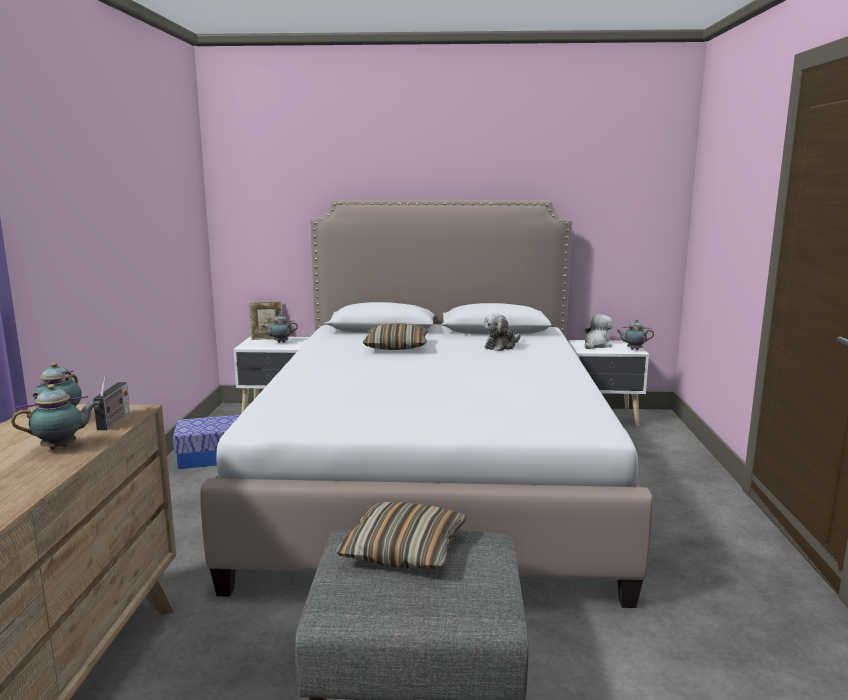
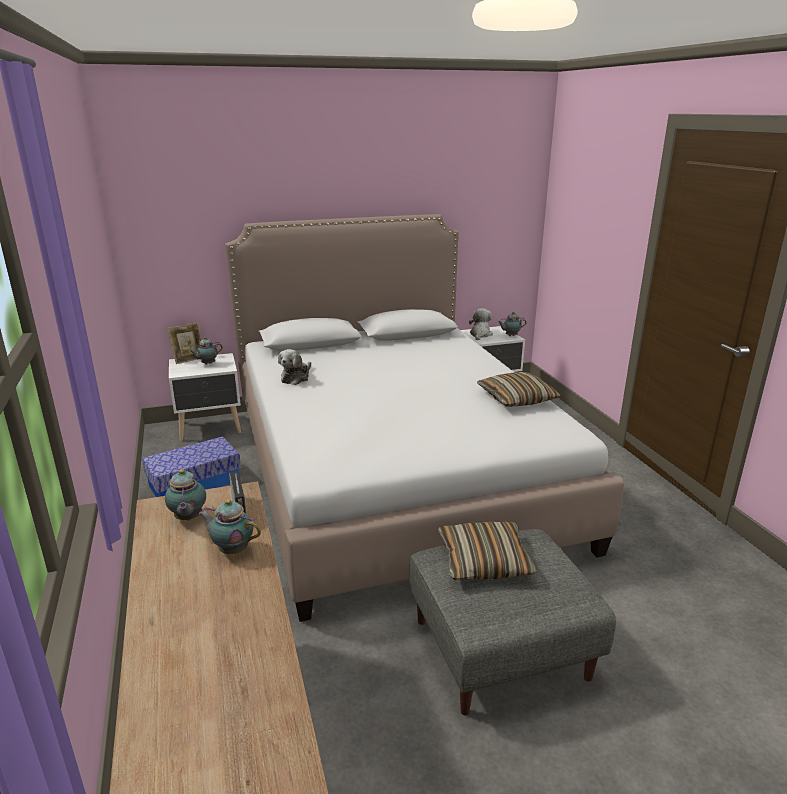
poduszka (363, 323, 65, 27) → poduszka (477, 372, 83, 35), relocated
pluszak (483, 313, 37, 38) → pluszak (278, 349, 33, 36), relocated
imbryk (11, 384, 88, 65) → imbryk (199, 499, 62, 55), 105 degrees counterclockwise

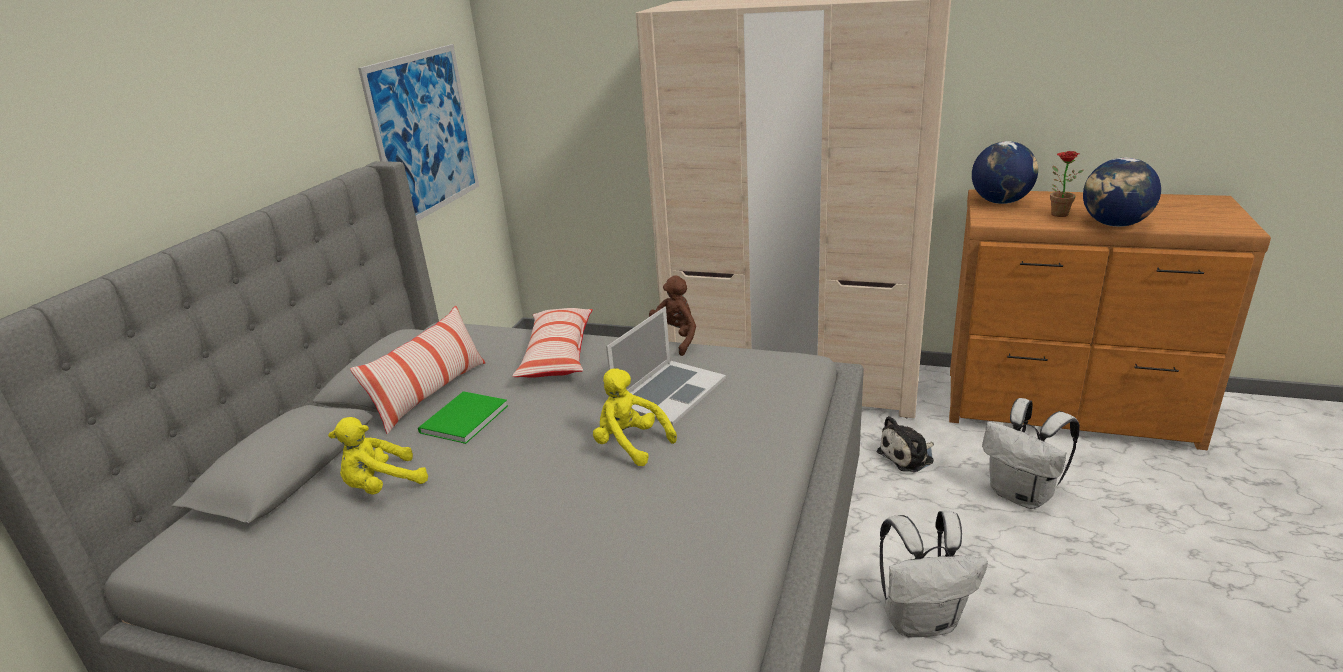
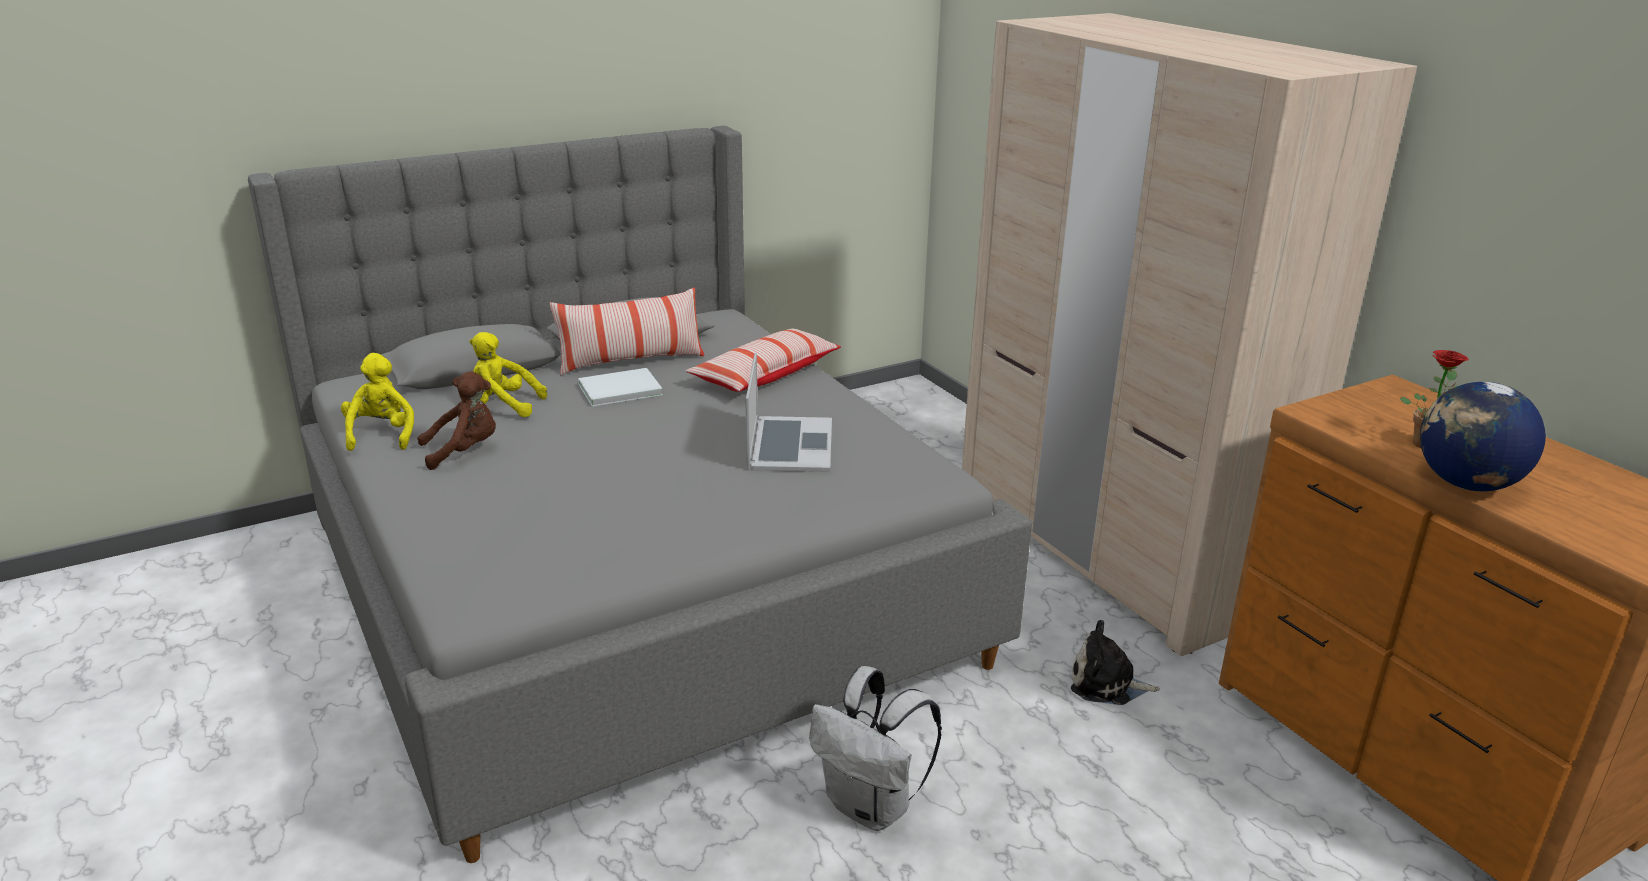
obraz (358, 44, 121, 177) → -
globus (972, 141, 66, 63) → -
plecak [biały] (982, 398, 98, 111) → -
pluszak [żółty] (593, 368, 84, 98) → pluszak [żółty] (341, 353, 73, 98), relocated
pluszak [brązowy] (649, 275, 47, 81) → pluszak [brązowy] (417, 371, 79, 99), relocated
książka [zielony] (418, 391, 90, 53) → książka [biały] (578, 368, 85, 39)
laptop (606, 306, 120, 120) → laptop (745, 353, 87, 119), 75 degrees counterclockwise

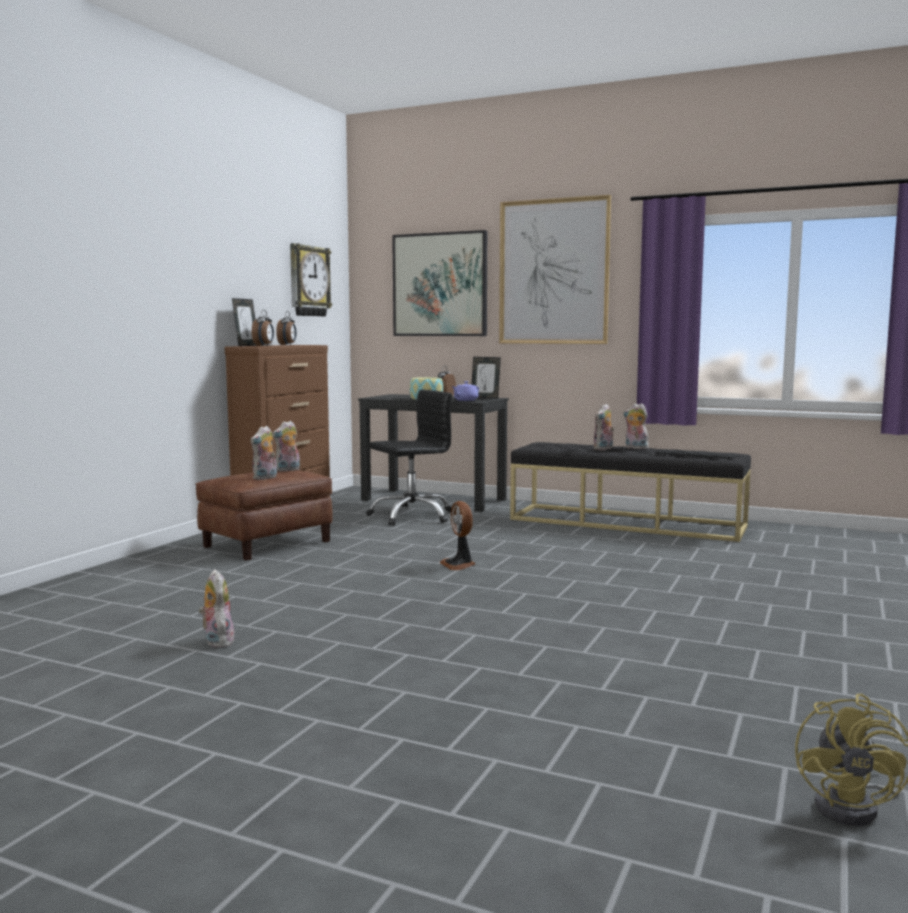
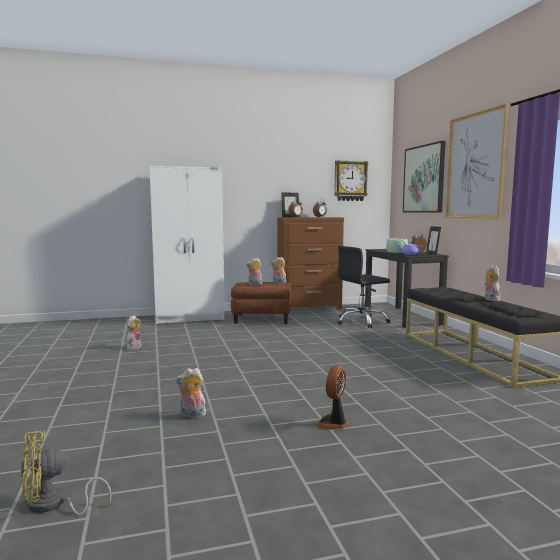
- → szafa [biały] (150, 166, 75, 158)
wentylator (439, 501, 36, 69) → wentylator (315, 365, 34, 64), relocated
pluszak (594, 404, 20, 46) → pluszak (175, 368, 31, 50), relocated
krzesło biurowe [czarny] (366, 390, 86, 135) → krzesło biurowe [czarny] (337, 246, 53, 82), 135 degrees clockwise

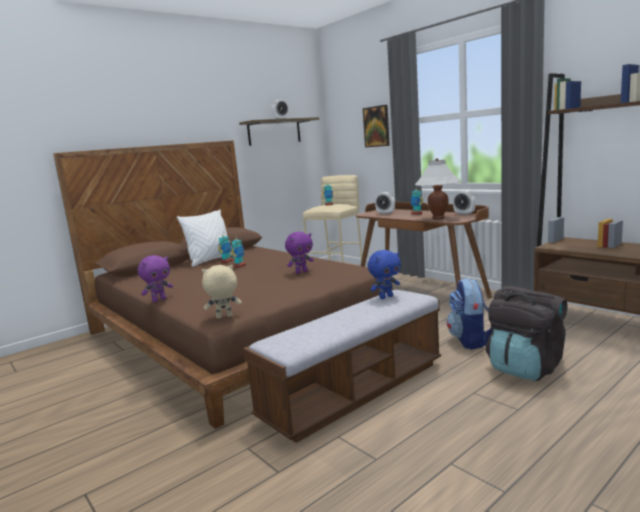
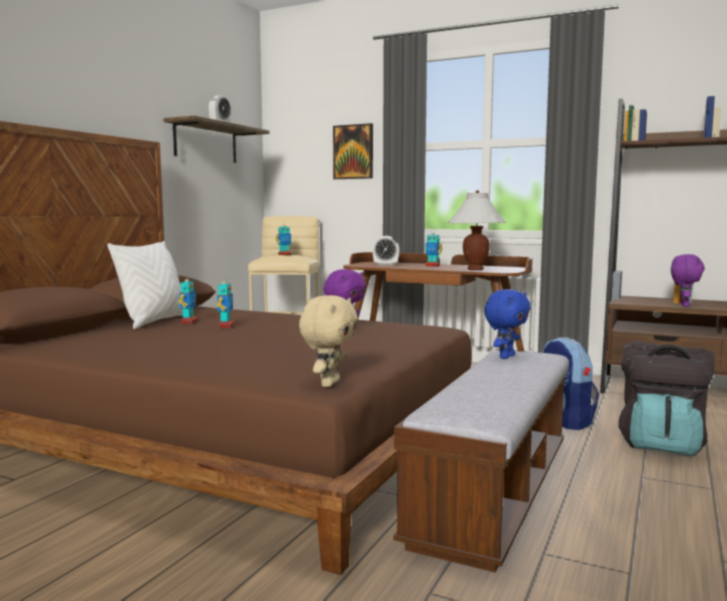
budzik (453, 190, 23, 25) → -
pluszak [fioletowy] (138, 255, 35, 47) → pluszak [fioletowy] (671, 254, 34, 53), relocated
pluszak [beżowy] (202, 265, 40, 54) → pluszak [beżowy] (299, 295, 59, 92), 150 degrees clockwise

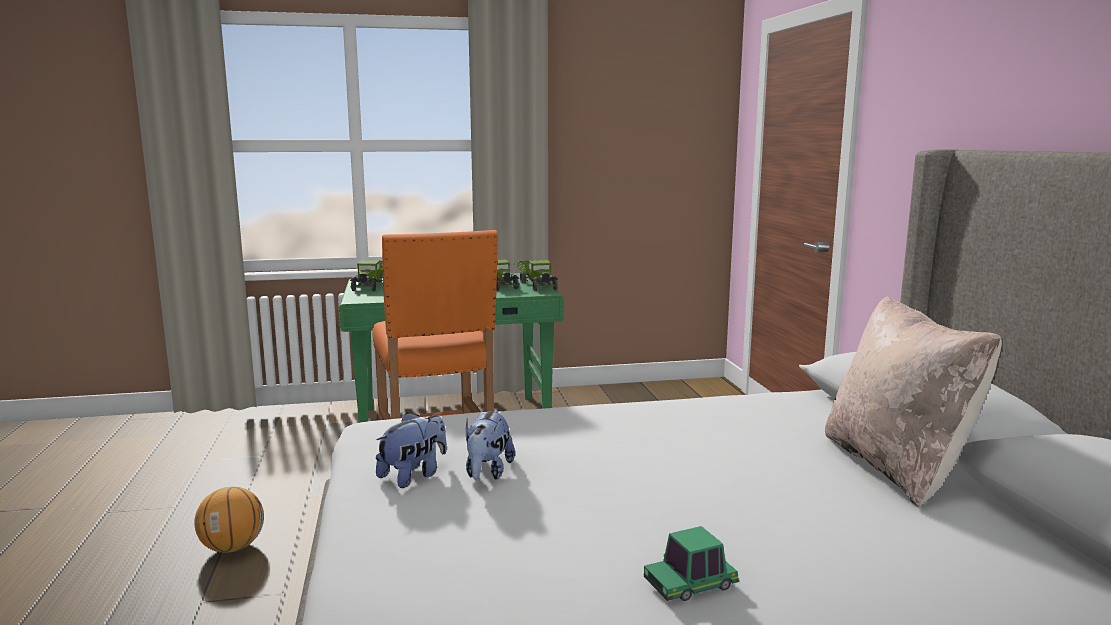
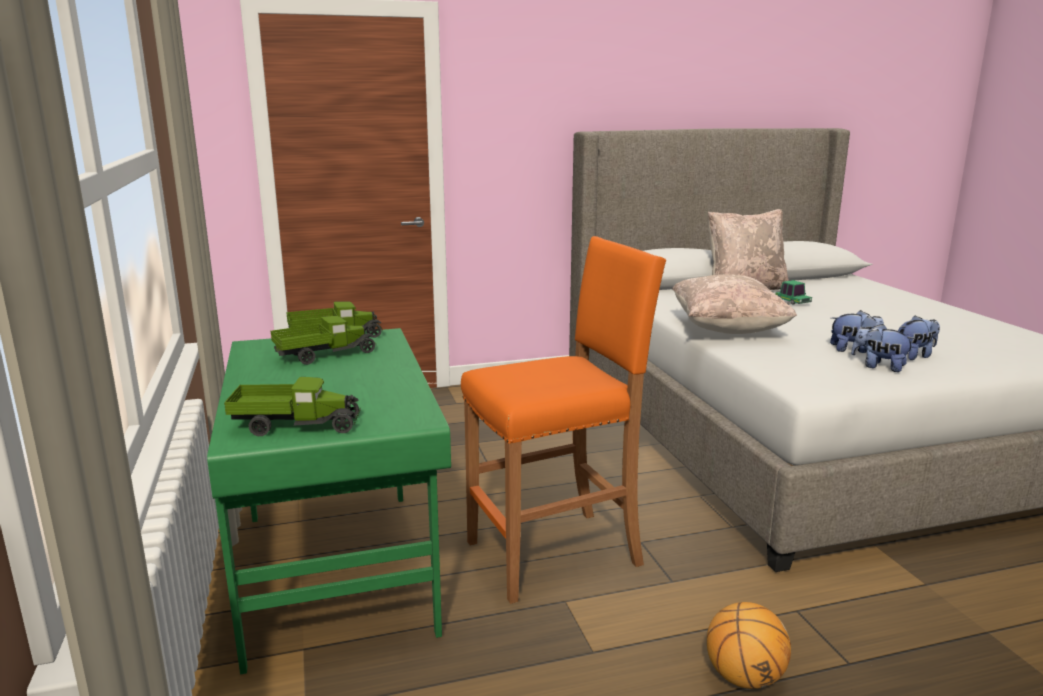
- → poduszka [beżowy] (672, 274, 125, 60)
- → pluszak (898, 315, 42, 45)
samochodzik (644, 526, 95, 75) → samochodzik (775, 280, 37, 25), relocated

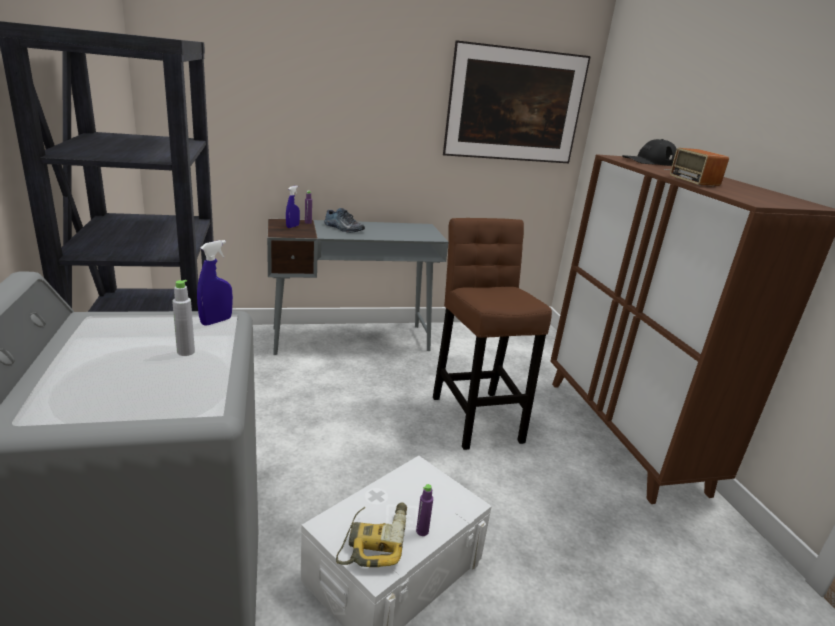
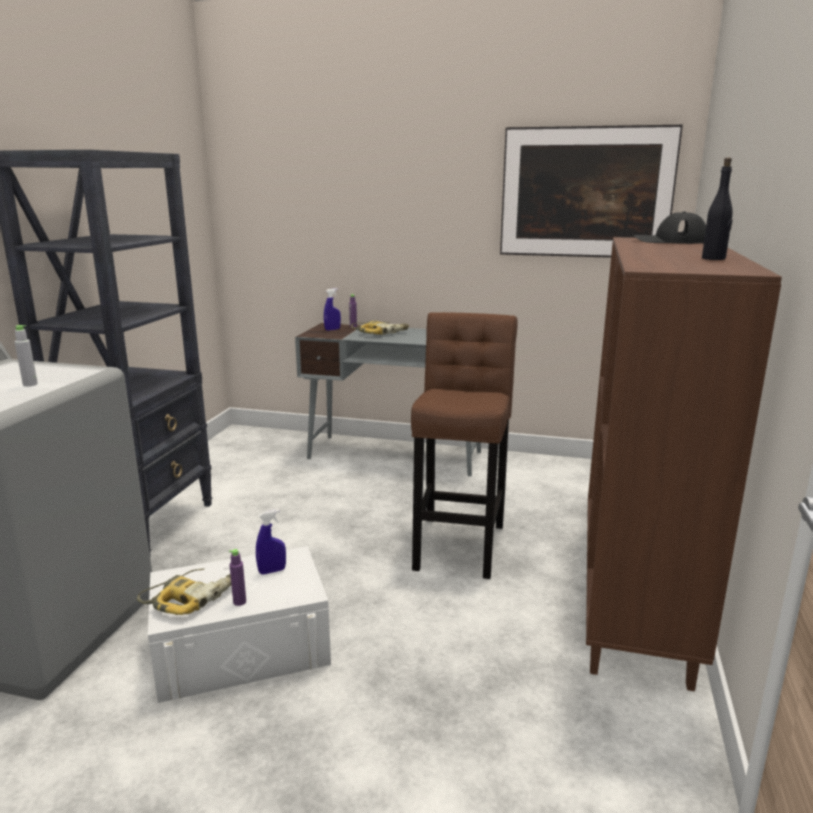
radio (664, 148, 65, 38) → -
- → butelka [czarny] (702, 158, 31, 102)
spryskiwacz [niebieski] (197, 240, 36, 86) → spryskiwacz [niebieski] (256, 509, 30, 65), relocated
but (324, 208, 41, 25) → wiertarka (351, 320, 58, 15)

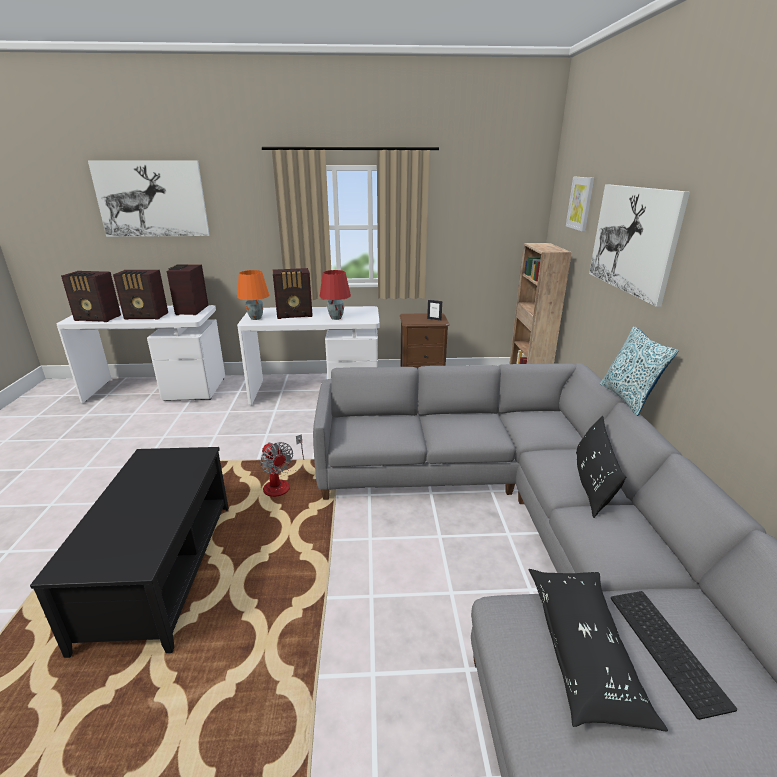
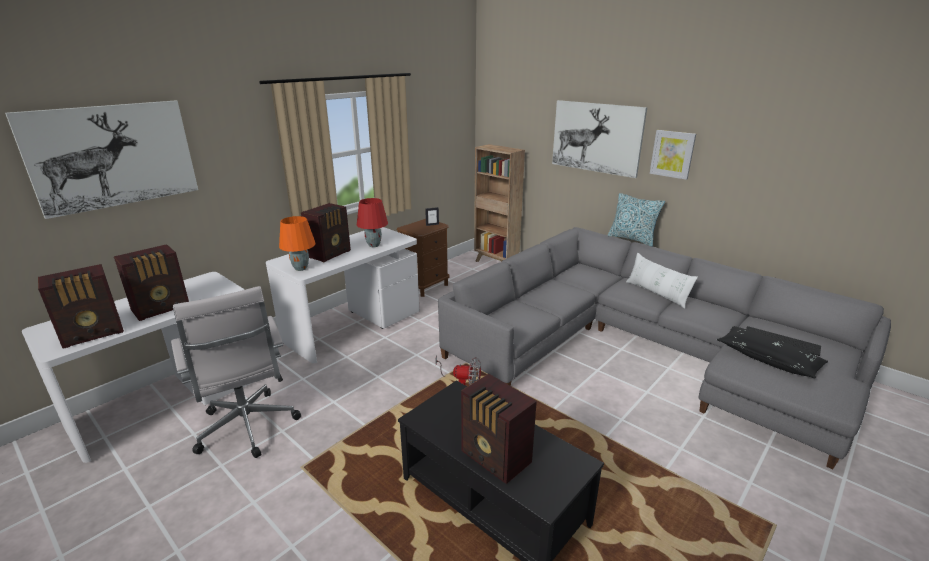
- → krzesło biurowe [biały] (171, 286, 130, 172)
radio (167, 264, 41, 51) → radio (461, 374, 76, 110), relocated
obraz (566, 177, 28, 55) → obraz (650, 130, 46, 50), relocated
poduszka [czarny] (576, 416, 50, 102) → poduszka [biały] (626, 253, 72, 56)

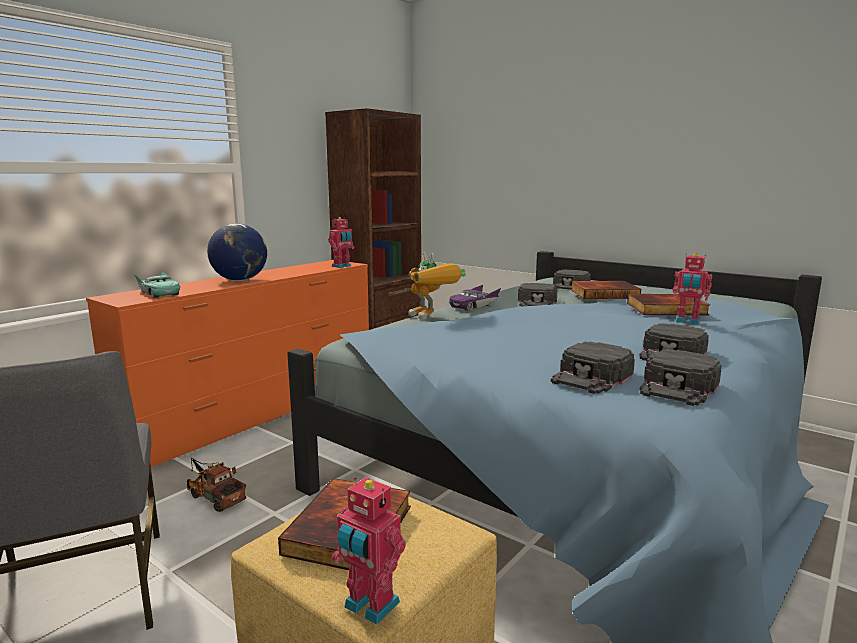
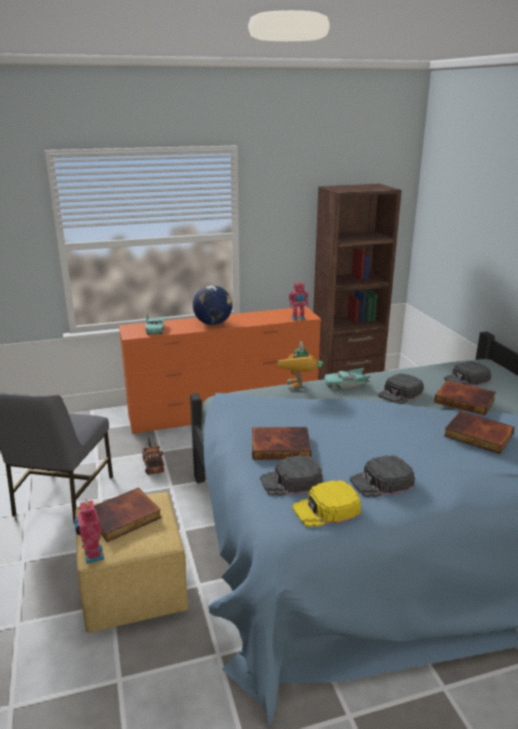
robot zabawkowy (673, 253, 39, 71) → -
- → książka (252, 427, 59, 33)
samochodzik [fioletowy] (449, 285, 52, 26) → samochodzik [turkusowy] (324, 368, 46, 22)
czapka z daszkiem [czarny] (640, 349, 82, 57) → czapka z daszkiem [żółty] (292, 480, 69, 47)

